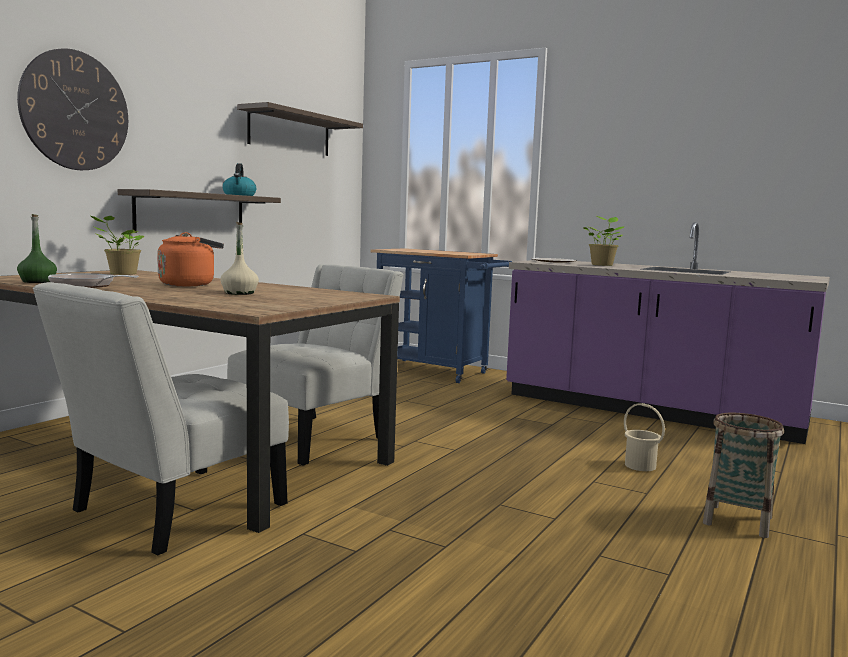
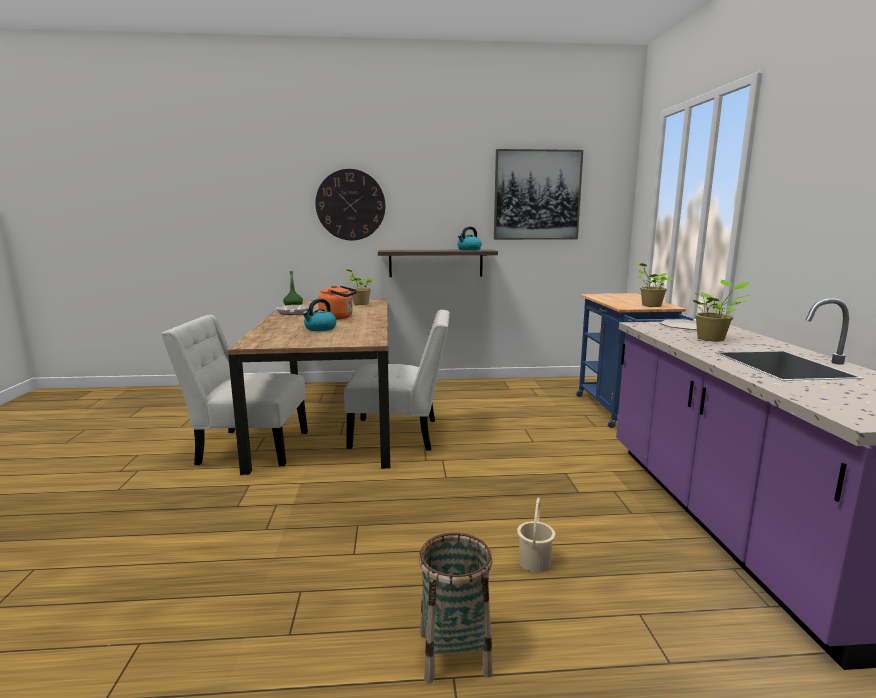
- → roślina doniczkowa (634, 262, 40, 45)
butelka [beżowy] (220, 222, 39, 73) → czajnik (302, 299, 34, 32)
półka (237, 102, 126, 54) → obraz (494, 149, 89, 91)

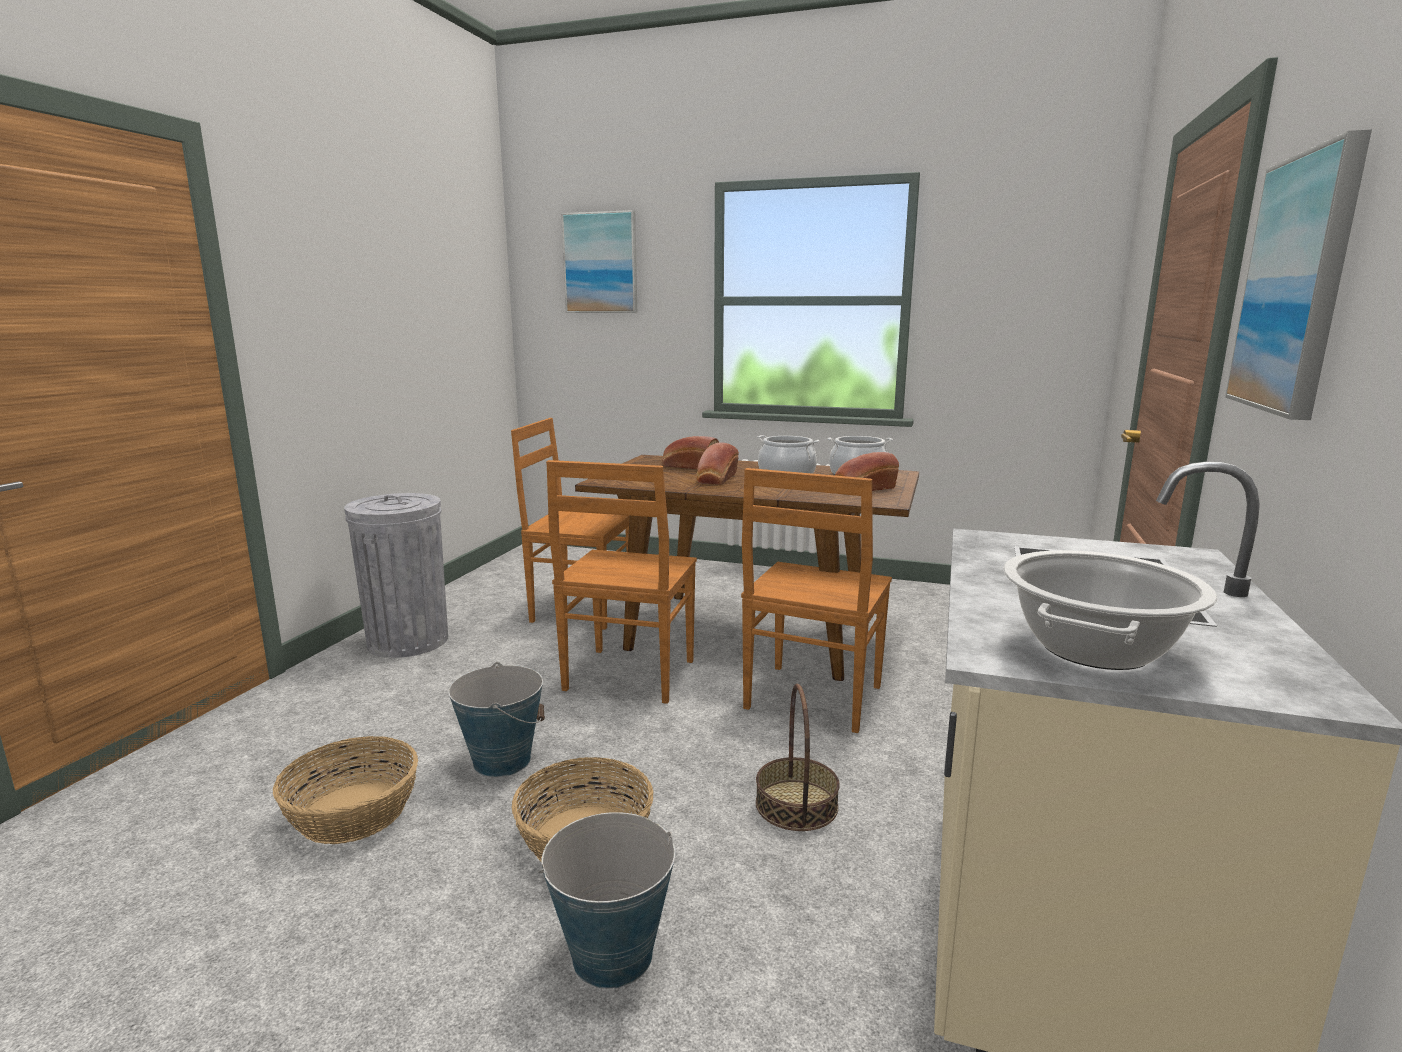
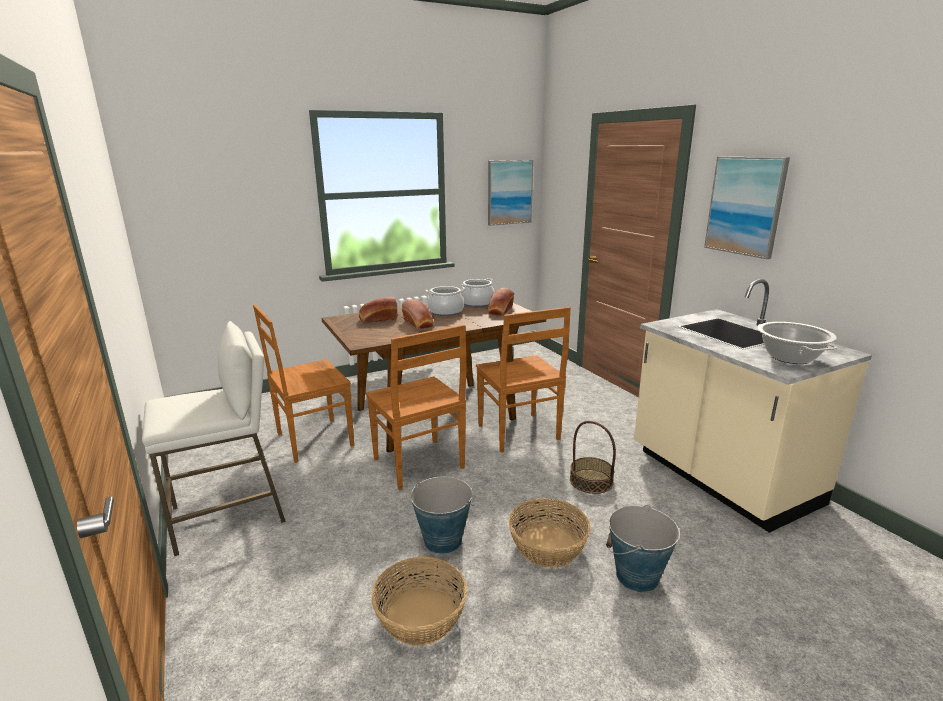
obraz (561, 210, 76, 103) → obraz (488, 160, 45, 66), relocated
kosz na śmieci [szary] (344, 493, 104, 165) → stołek [biały] (142, 321, 144, 235)

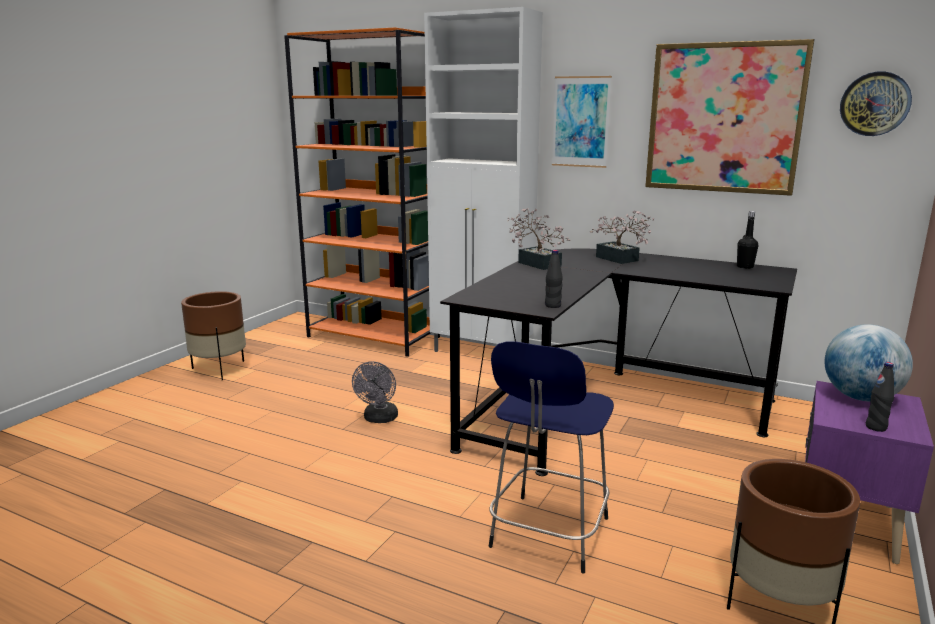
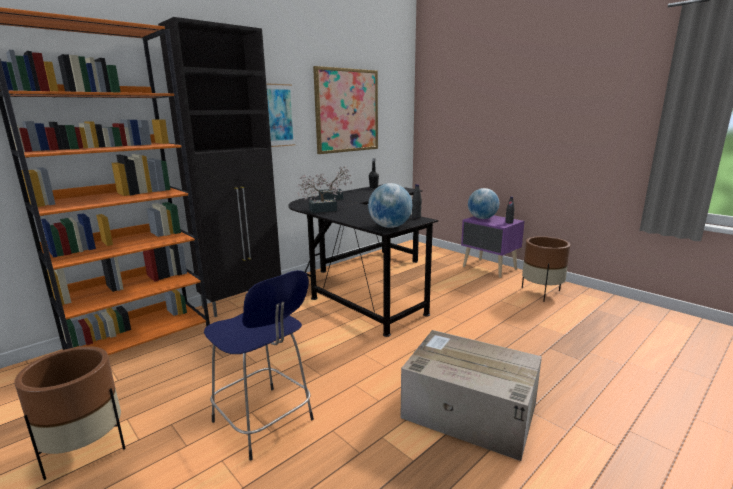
wentylator [szary] (352, 361, 46, 62) → -
zegar ścienny (840, 71, 72, 65) → -
- → globus (368, 183, 44, 45)
- → karton (400, 330, 142, 131)
stołek [niebieski] (489, 341, 125, 233) → stołek [niebieski] (204, 270, 110, 190), relocated
szafka [biały] (424, 7, 119, 345) → szafka [czarny] (158, 17, 123, 300)

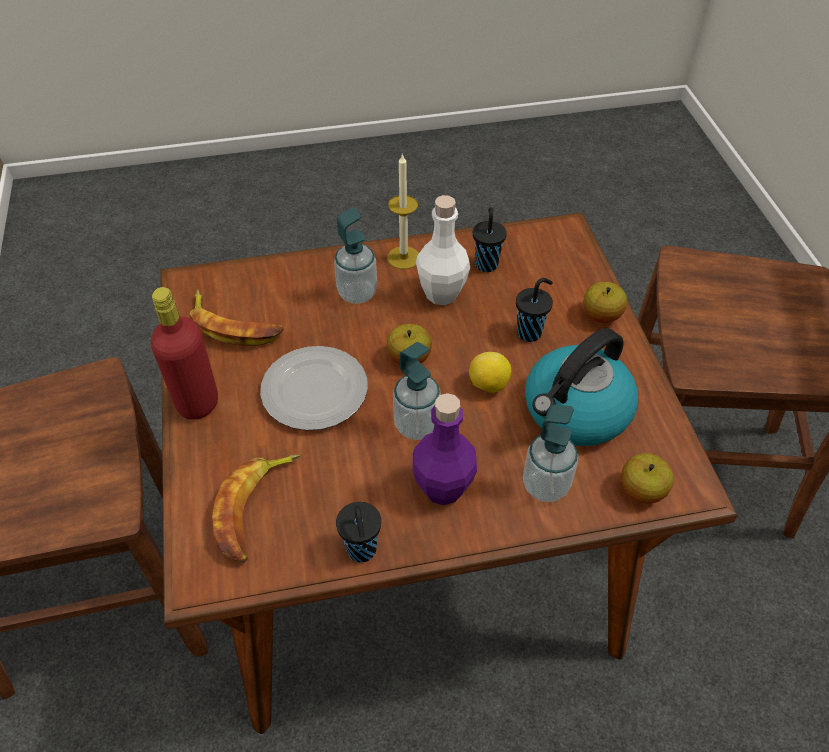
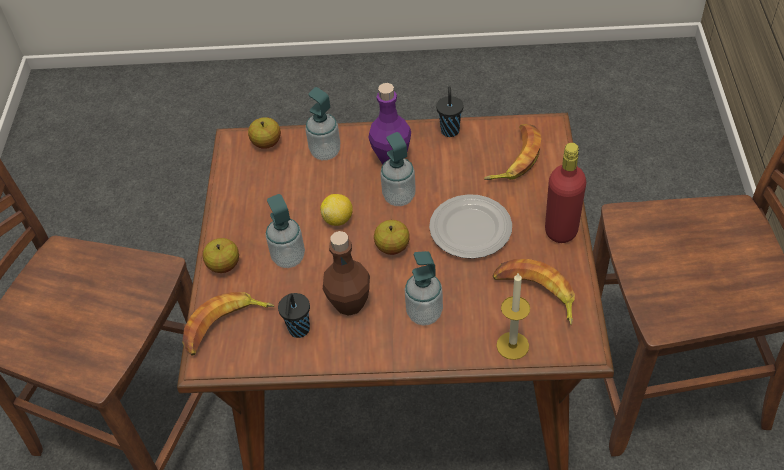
czajnik (525, 328, 113, 118) → -
- → banan (182, 292, 92, 63)
świeca (387, 153, 32, 116) → świeca (496, 273, 34, 87), relocated
filiżanka [czarny] (516, 278, 37, 64) → dozownik mydła (265, 194, 40, 74)
butelka [biały] (416, 195, 54, 110) → butelka [brązowy] (323, 231, 47, 85)

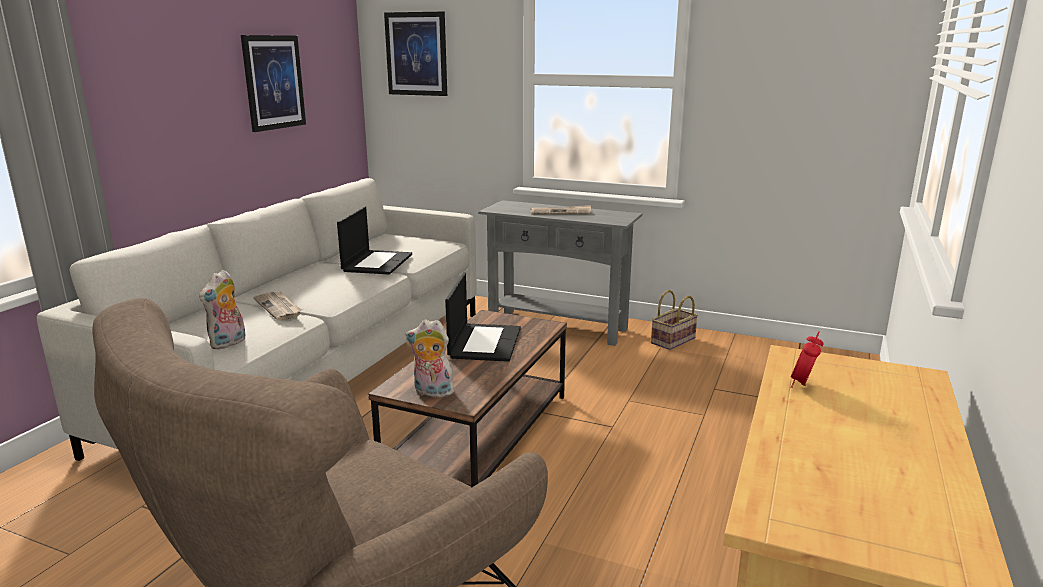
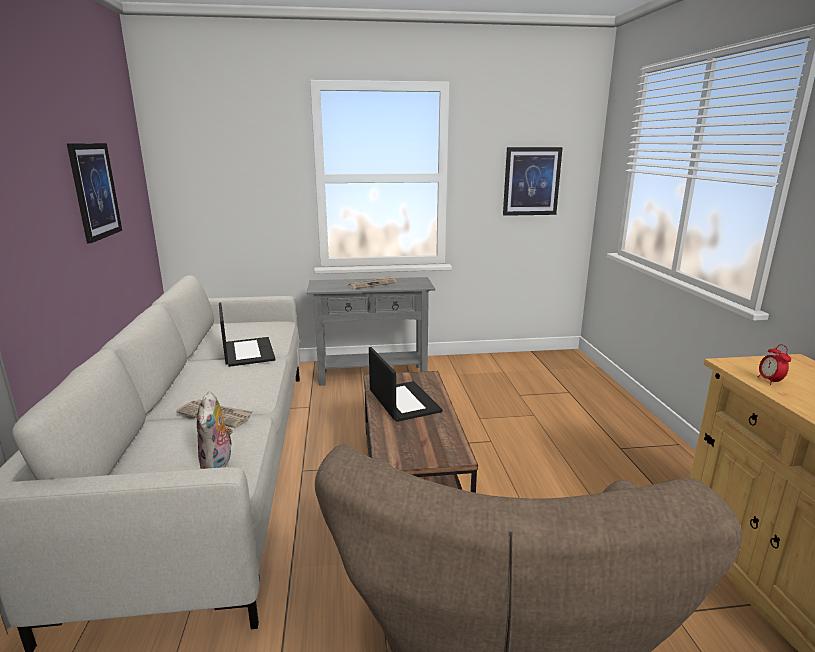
pluszak (406, 319, 48, 79) → -
koszyk (651, 290, 47, 60) → -
obraz (384, 11, 63, 85) → obraz (503, 147, 60, 69), relocated

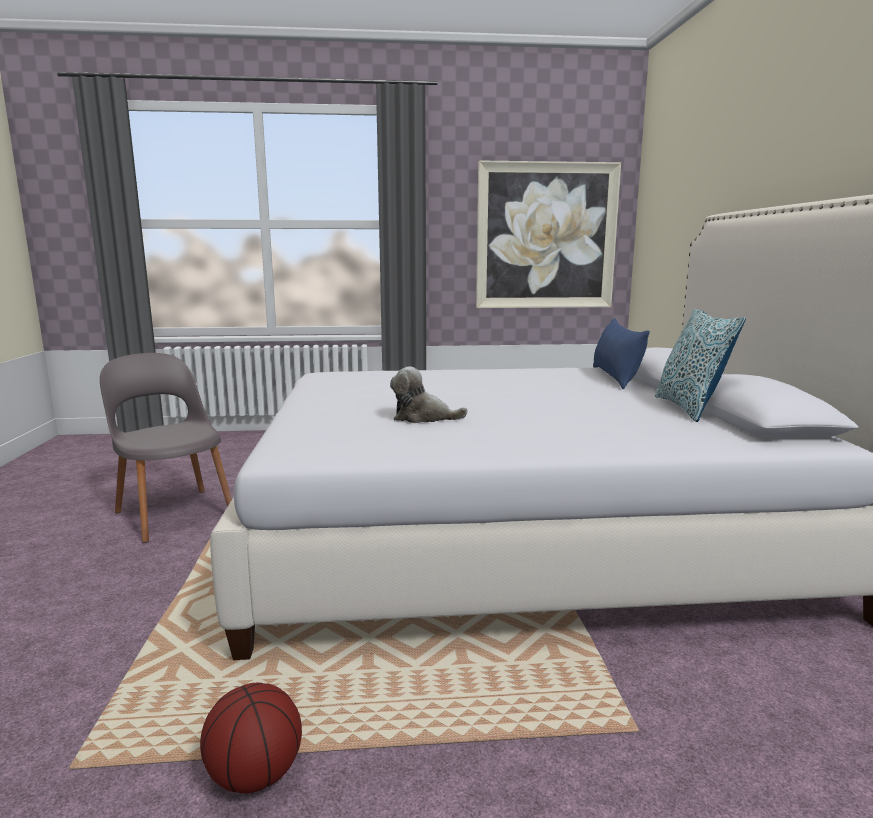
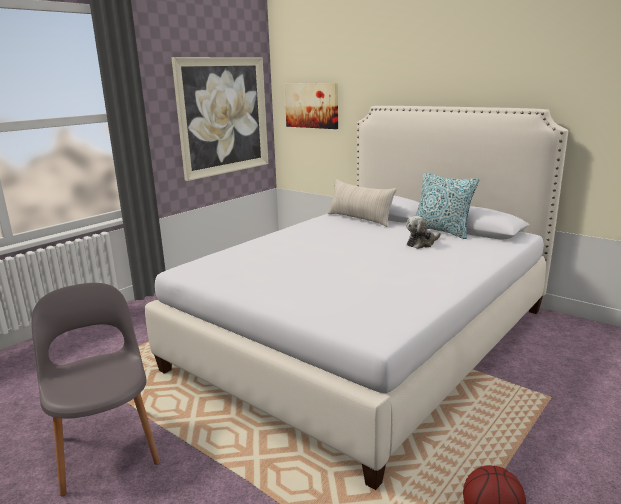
- → obraz (285, 83, 53, 46)
pluszak (390, 367, 78, 56) → pluszak (406, 216, 35, 33), relocated
poduszka [niebieski] (593, 318, 57, 71) → poduszka [beżowy] (328, 179, 69, 48)
krzesło [szary] (100, 353, 132, 190) → krzesło [szary] (31, 283, 129, 213), 60 degrees clockwise

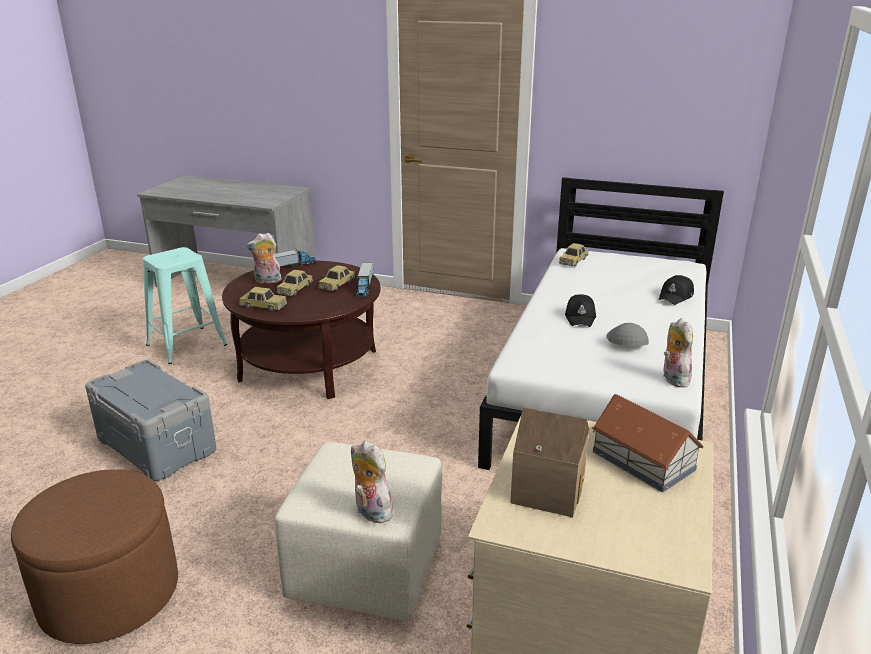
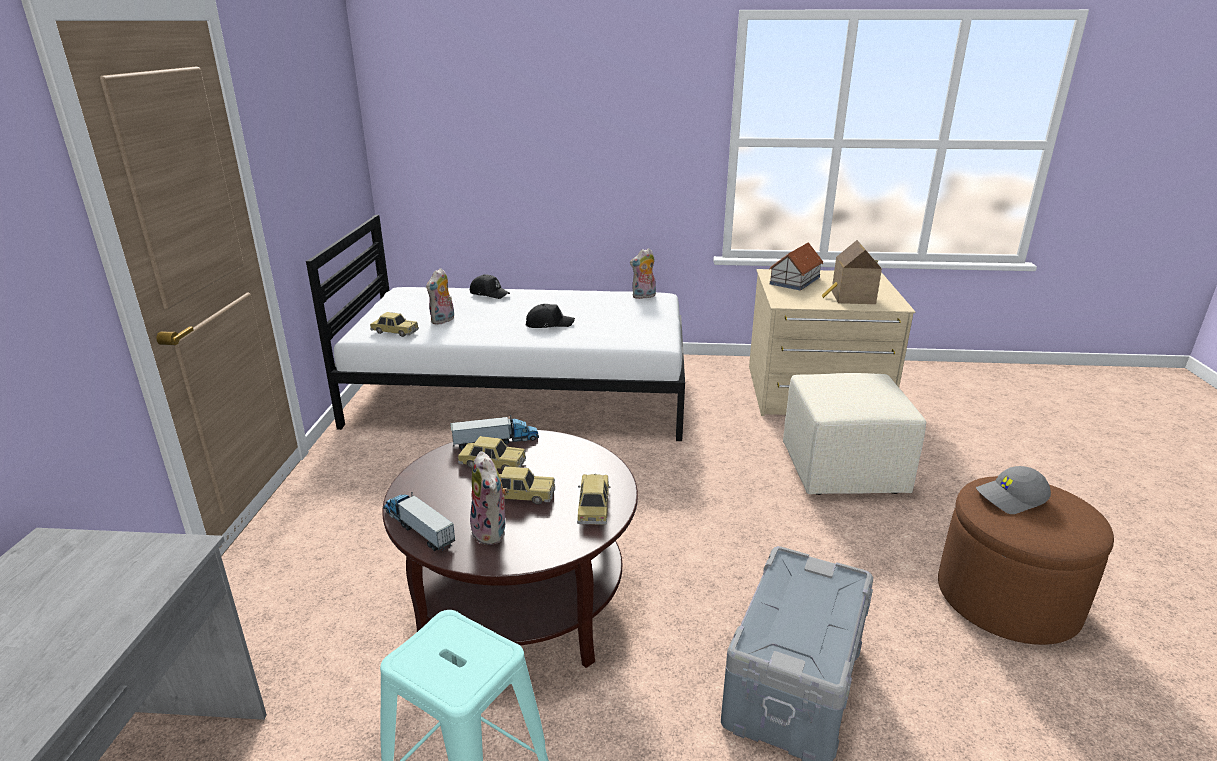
pluszak (351, 441, 43, 82) → pluszak (426, 268, 28, 57), relocated
czapka z daszkiem [szary] (606, 323, 43, 23) → czapka z daszkiem [szary] (976, 466, 75, 48), relocated

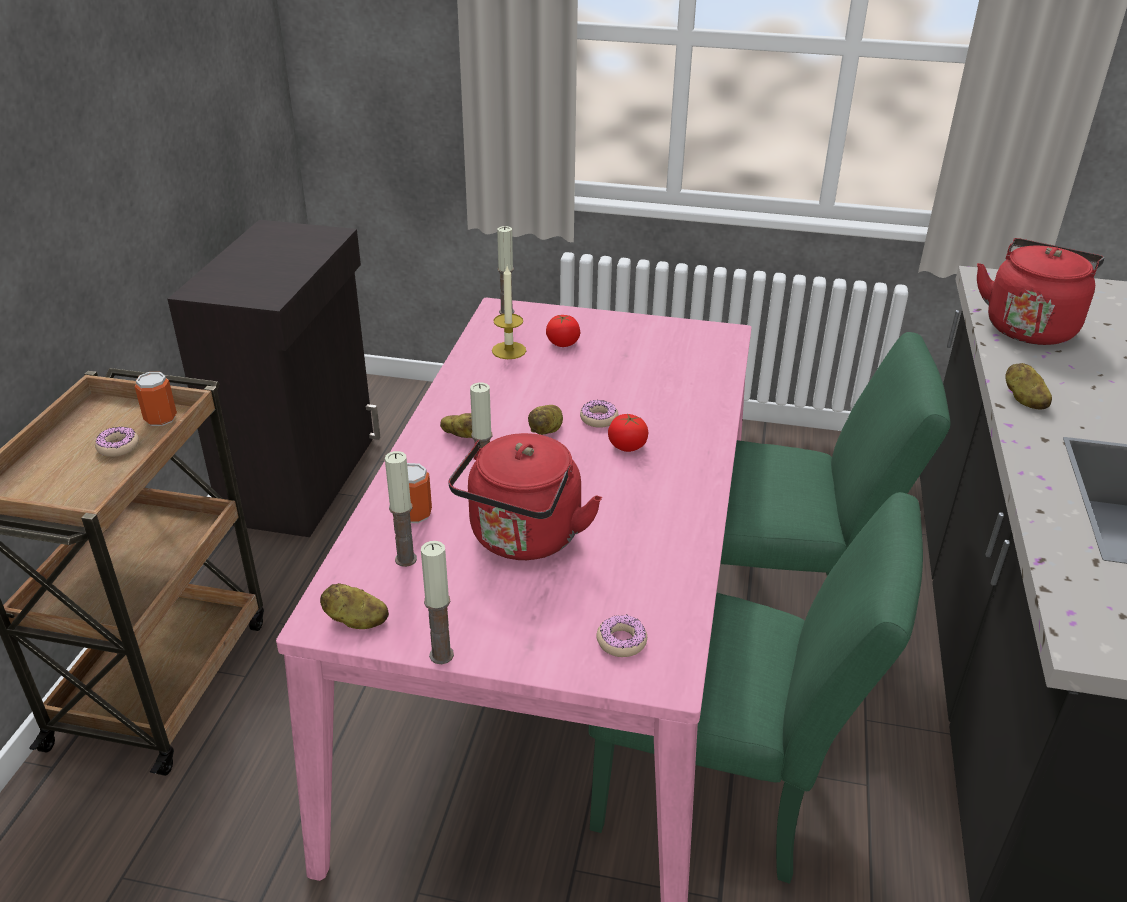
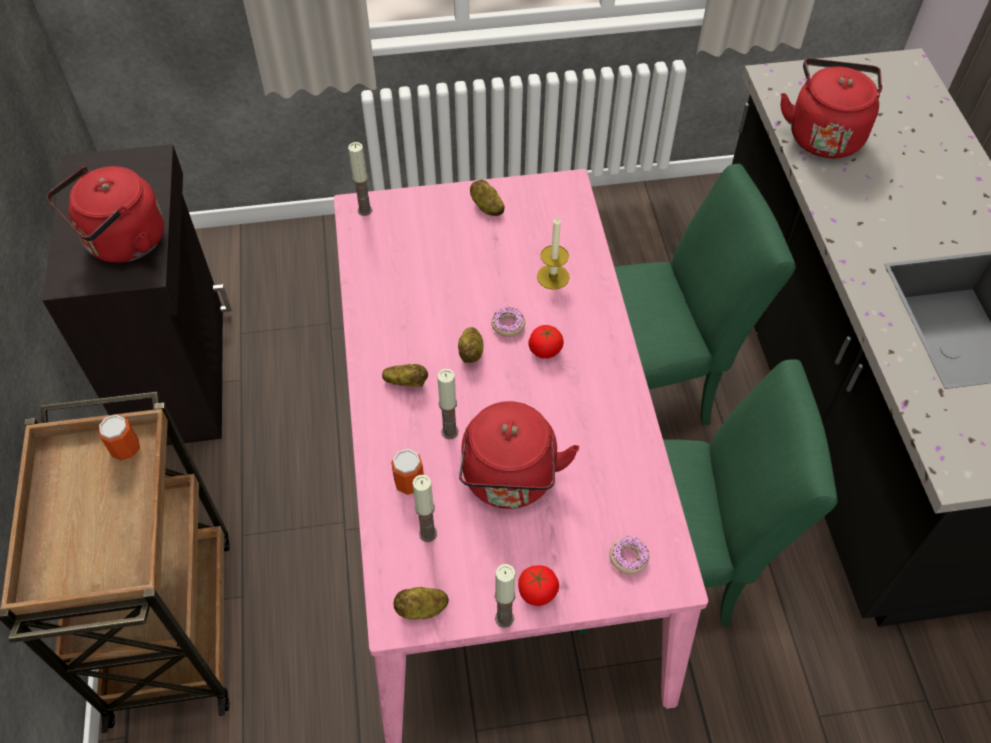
donut (95, 426, 44, 31) → -
- → czajnik [czerwony] (47, 166, 117, 97)
świeca (492, 266, 34, 93) → świeca (537, 215, 33, 75), relocated
pomidor (546, 315, 34, 32) → pomidor (518, 565, 41, 41), relocated
ziemniak (1005, 363, 47, 47) → ziemniak (470, 180, 34, 36), relocated

